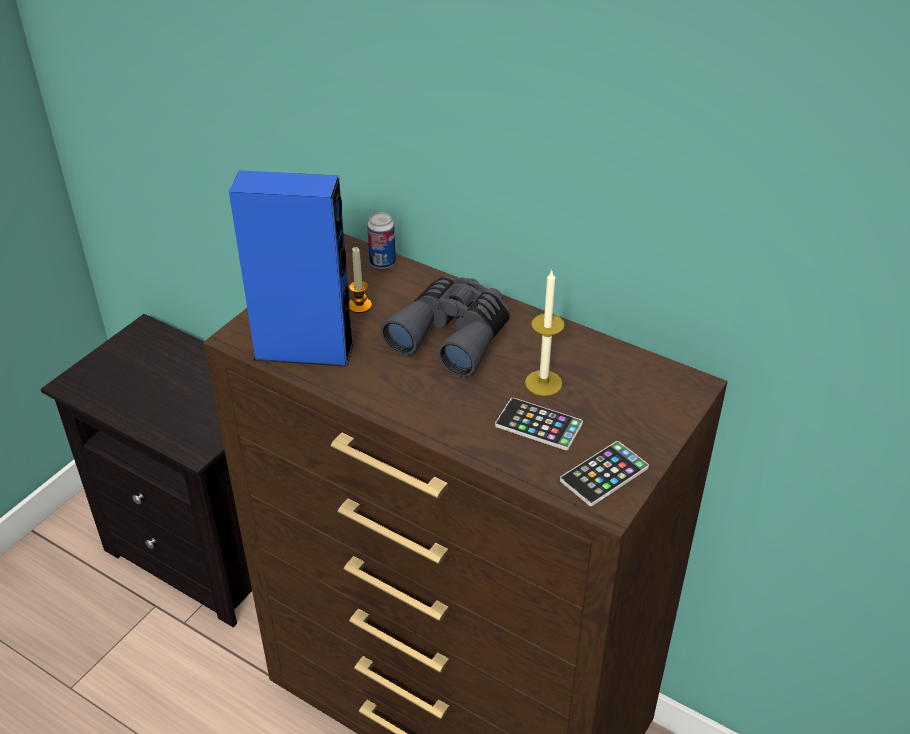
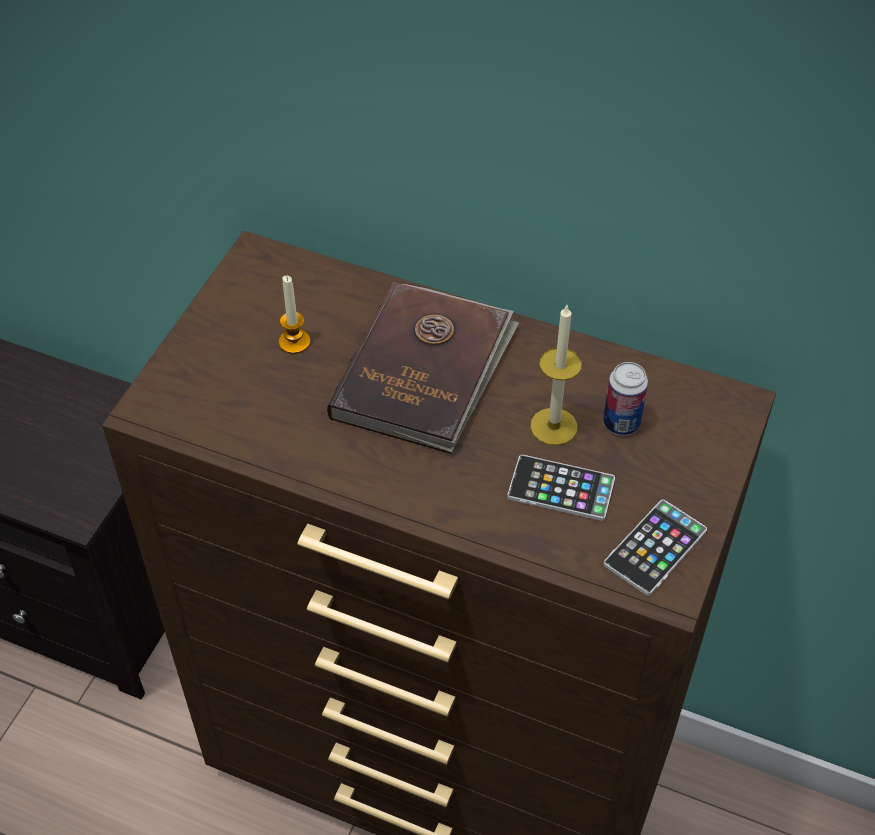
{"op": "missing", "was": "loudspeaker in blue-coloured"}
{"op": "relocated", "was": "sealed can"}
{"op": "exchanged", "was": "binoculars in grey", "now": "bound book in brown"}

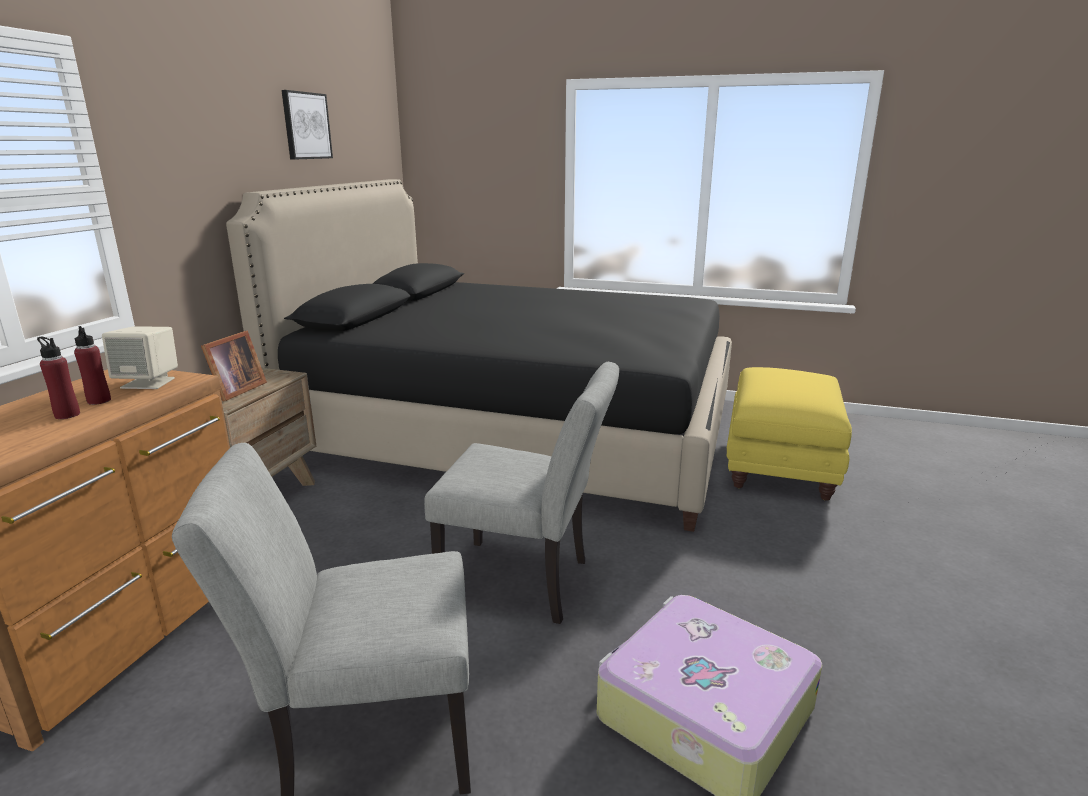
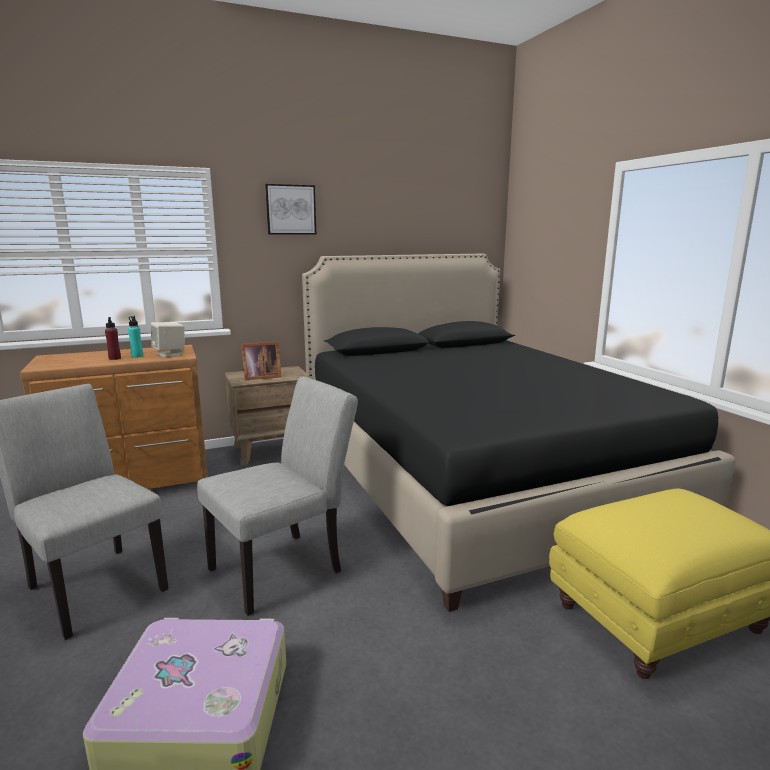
{"op": "relocated", "was": "wall picture"}
{"op": "colour", "was": "beverage bottle in red (no. 2 from left)", "now": "beverage bottle in blue-green"}
{"op": "spun", "was": "chair in grey (no. 2 from left)", "clockwise": -105}

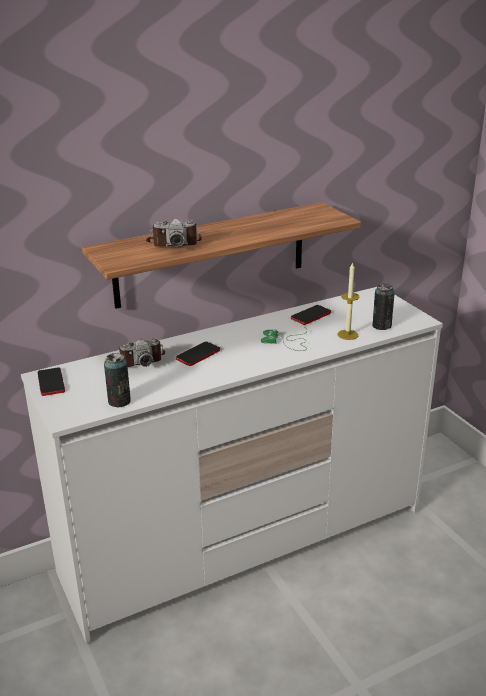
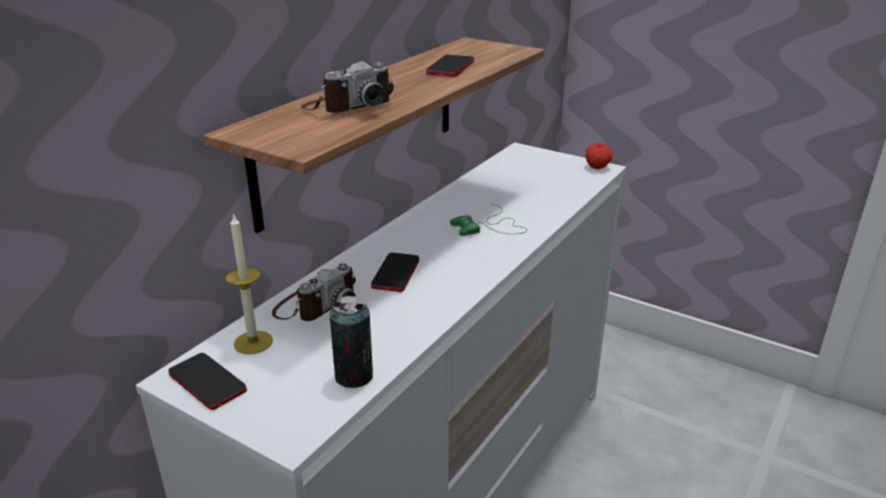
{"op": "missing", "was": "sealed can (no. 2 from left)"}
{"op": "appeared", "now": "apple fruit"}
{"op": "relocated", "was": "telephone (no. 3 from left)"}
{"op": "relocated", "was": "wax light"}

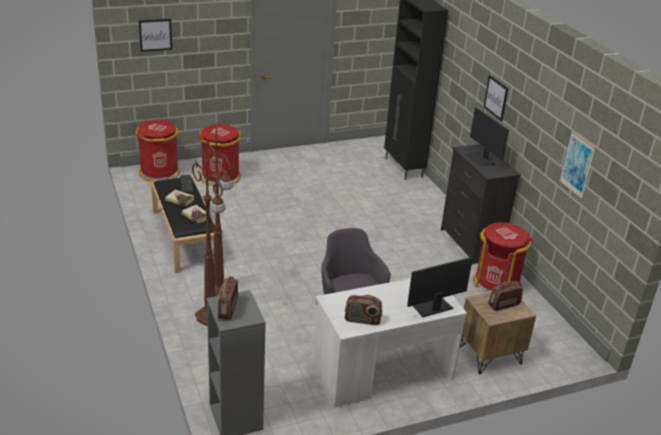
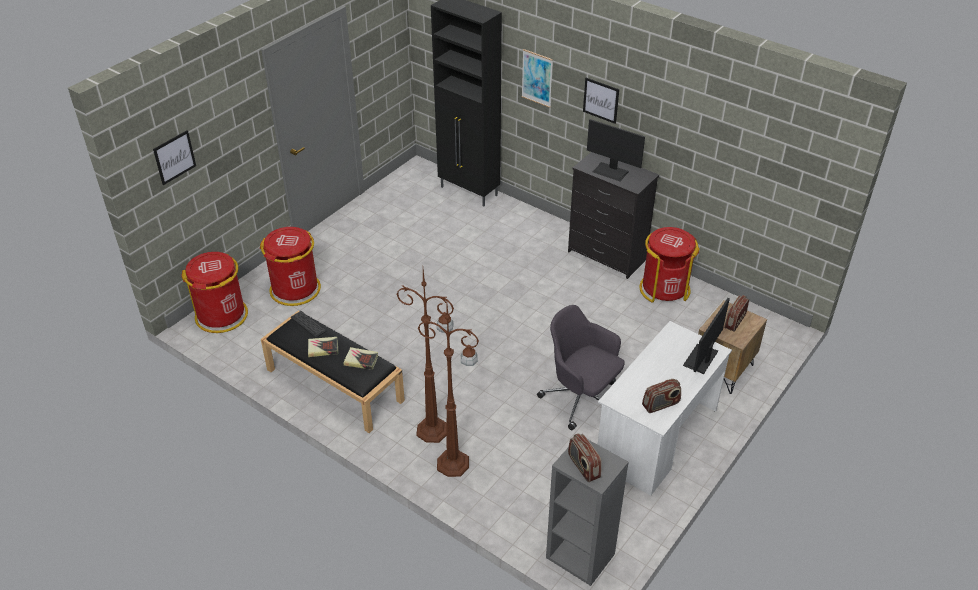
{"op": "relocated", "was": "wall picture (no. 3 from left in the first image)", "now": "wall picture (no. 2 from left)"}

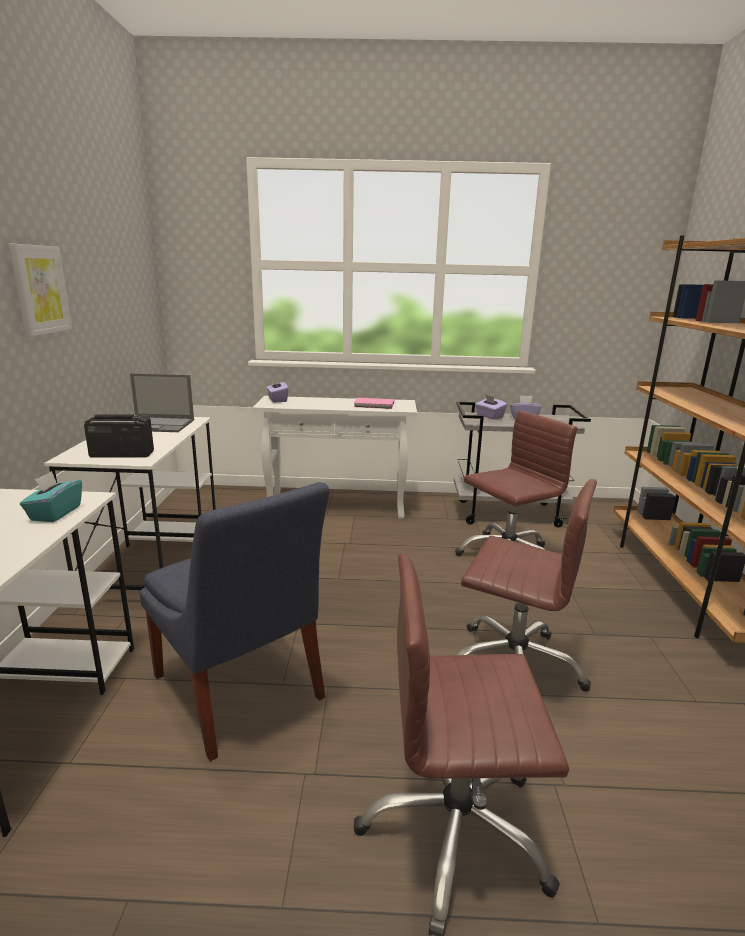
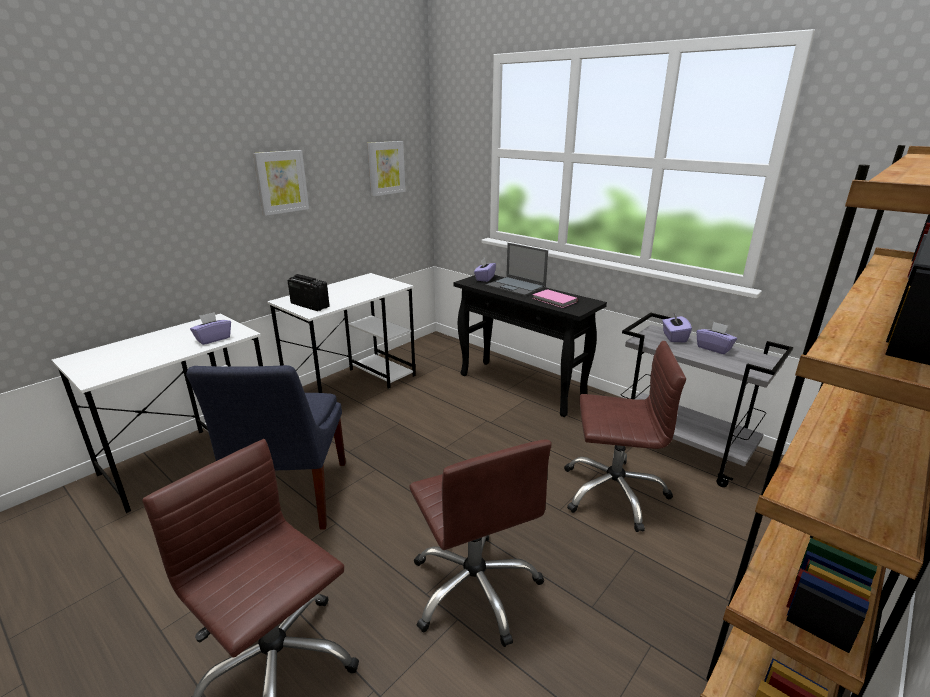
{"op": "appeared", "now": "wall picture (no. 2 from left)"}
{"op": "relocated", "was": "notebook computer"}
{"op": "colour", "was": "tissue box in blue-green", "now": "tissue box in purplish (no. 1 from left)"}
{"op": "colour", "was": "narrow table in white", "now": "narrow table in black-coloured"}

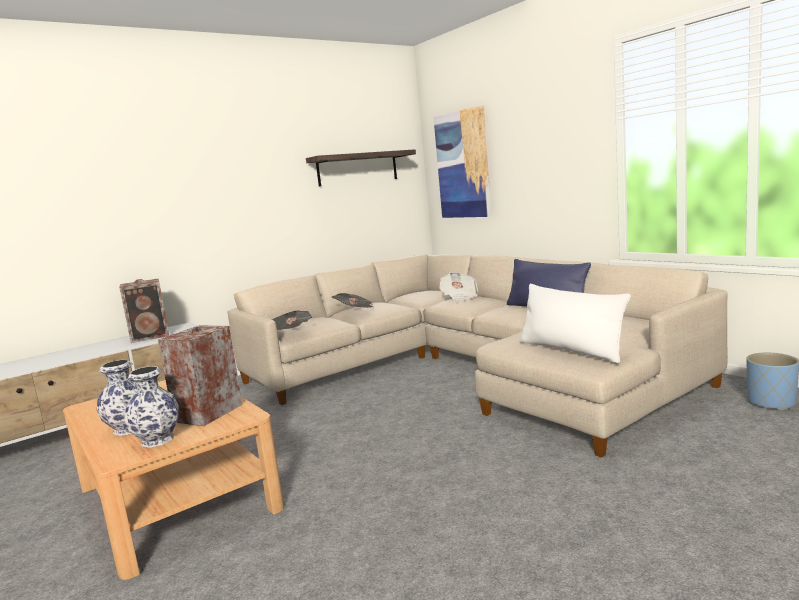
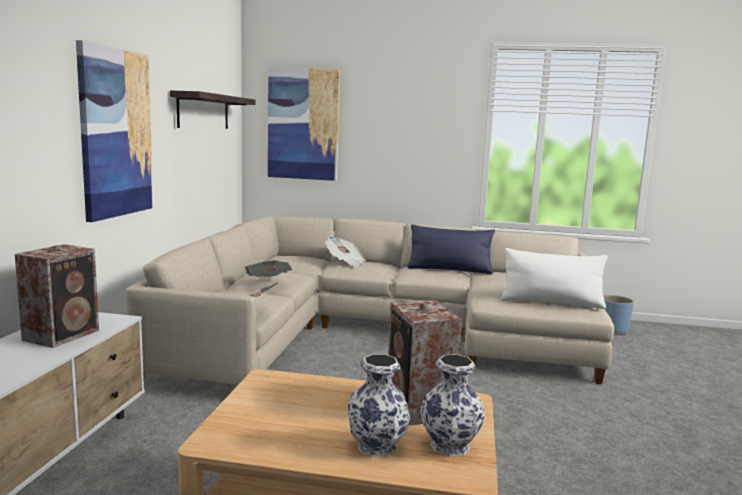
{"op": "appeared", "now": "wall picture (no. 1 from left)"}

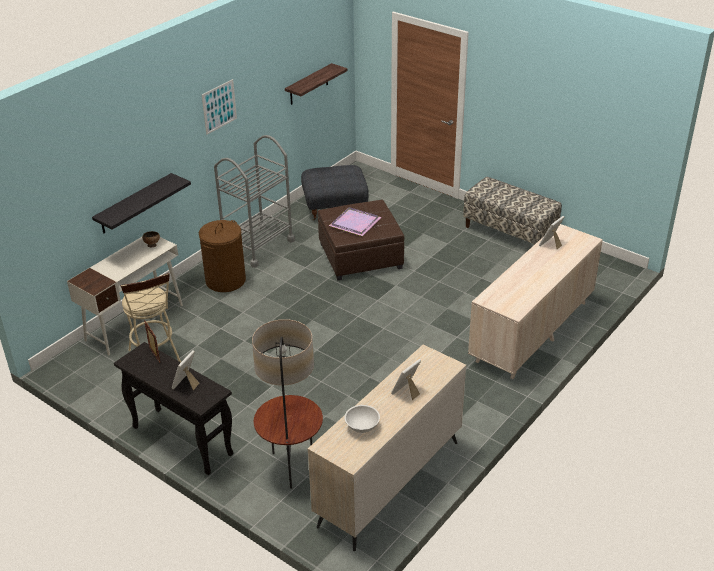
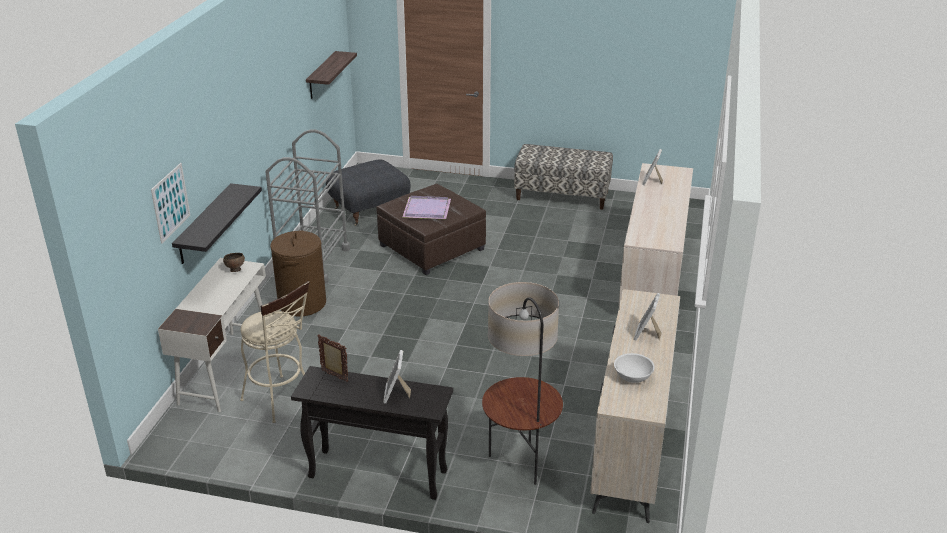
{"op": "relocated", "was": "wall picture"}

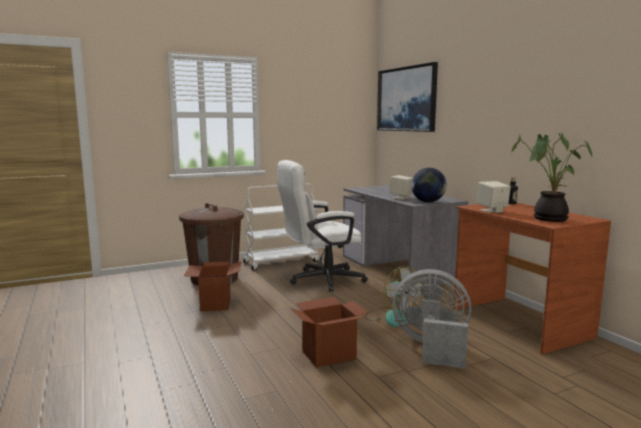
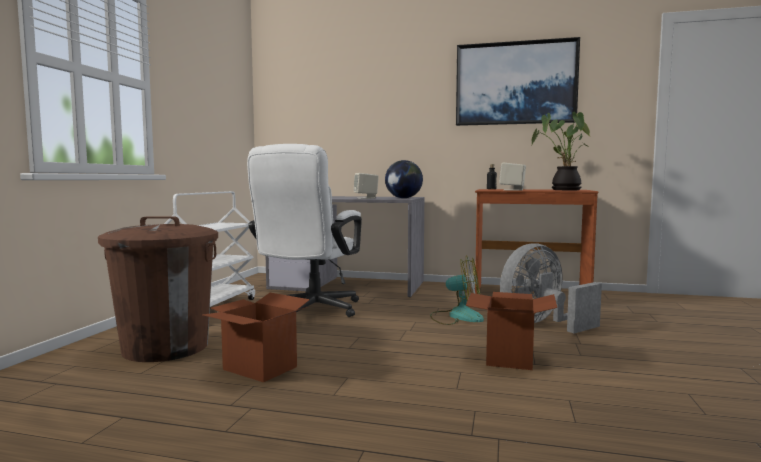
{"op": "relocated", "was": "wall picture"}

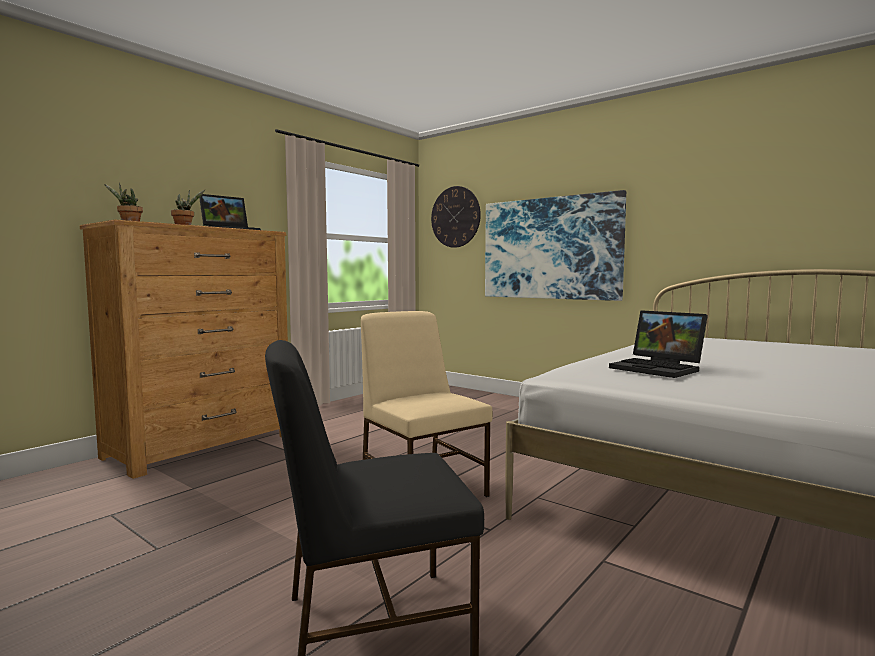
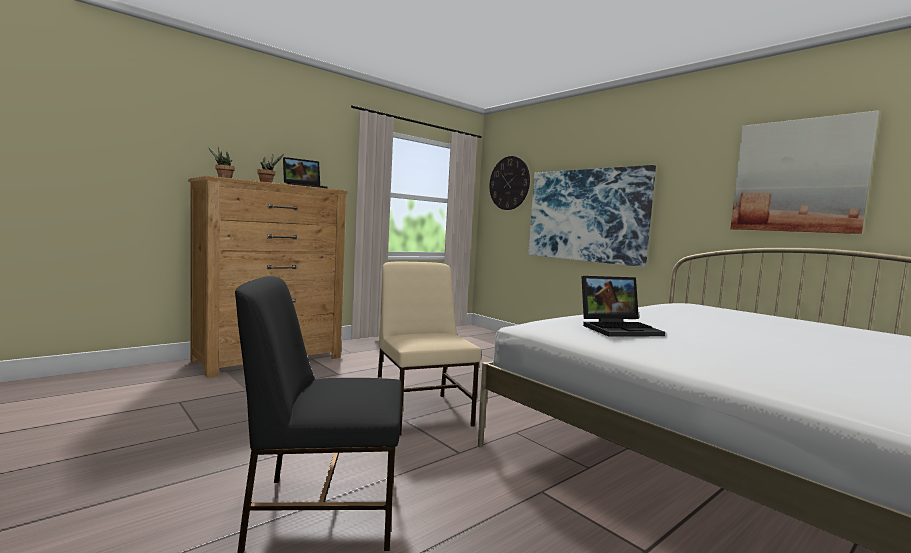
{"op": "appeared", "now": "wall picture (no. 2 from left)"}
{"op": "spun", "was": "notebook computer (no. 2 from left)", "clockwise": -75}

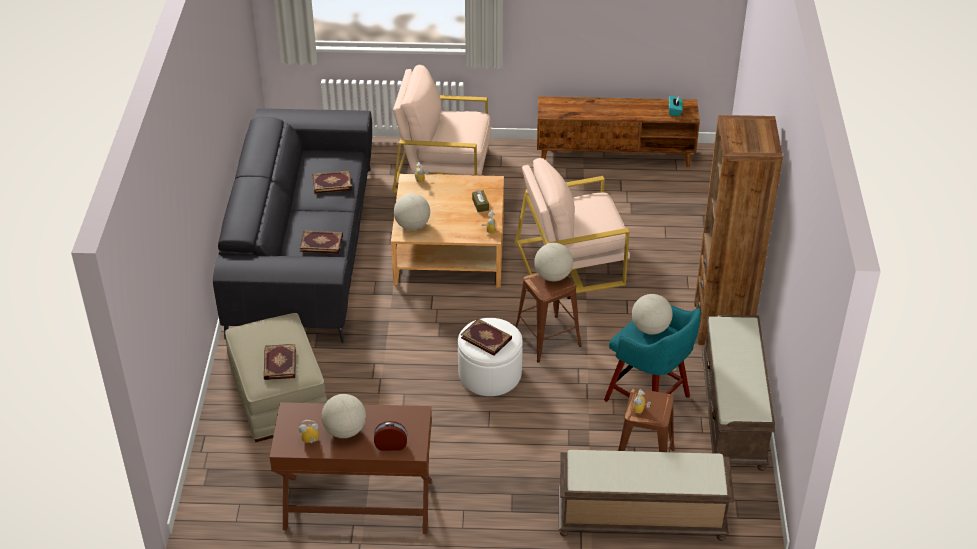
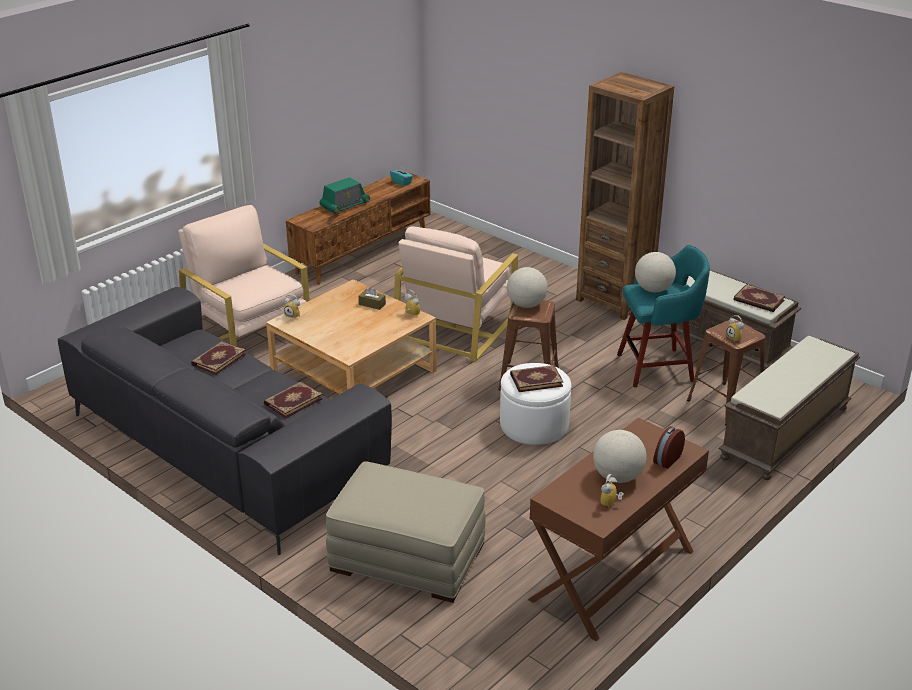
{"op": "missing", "was": "world globe (no. 2 from left)"}
{"op": "appeared", "now": "radio set"}
{"op": "relocated", "was": "bound book (no. 1 from left in the first image)", "now": "bound book (no. 4 from left)"}
{"op": "spun", "was": "armchair in beige-coloured (no. 1 from left)", "clockwise": 90}

